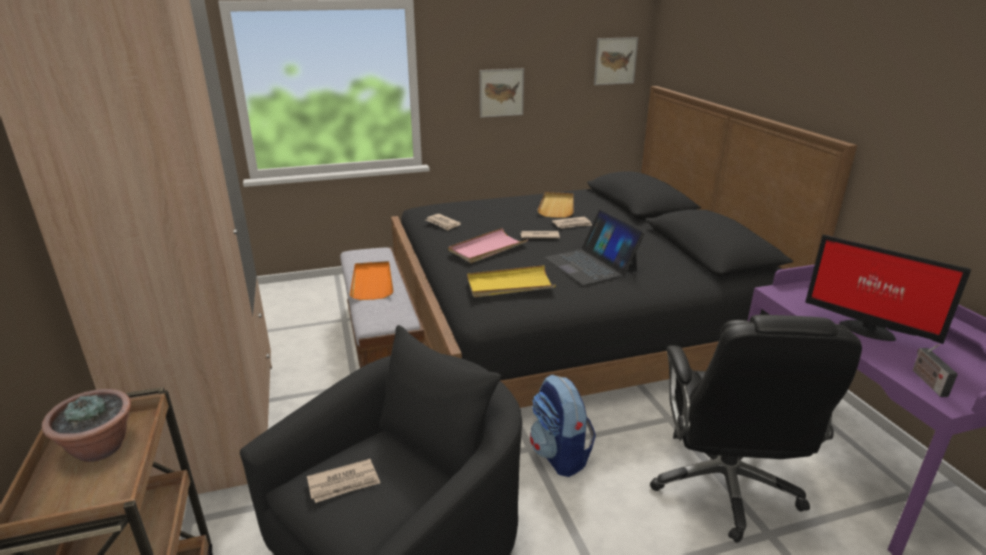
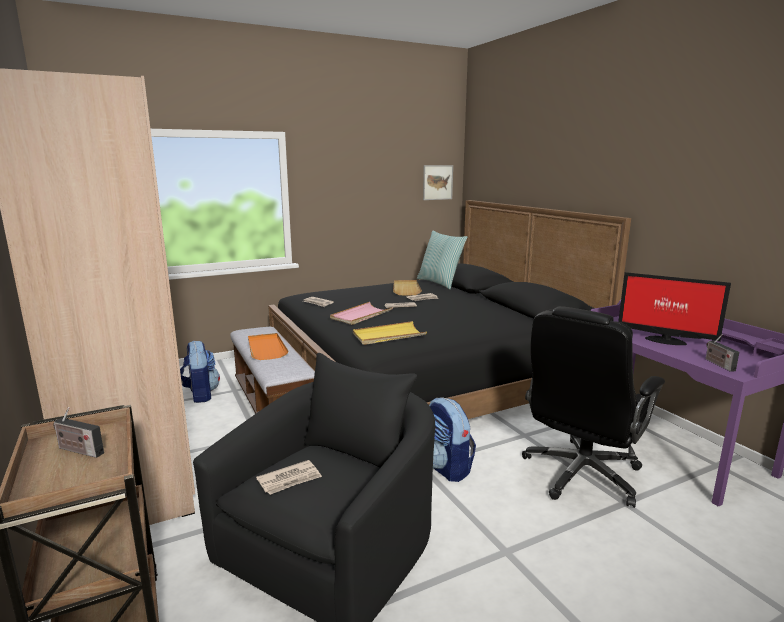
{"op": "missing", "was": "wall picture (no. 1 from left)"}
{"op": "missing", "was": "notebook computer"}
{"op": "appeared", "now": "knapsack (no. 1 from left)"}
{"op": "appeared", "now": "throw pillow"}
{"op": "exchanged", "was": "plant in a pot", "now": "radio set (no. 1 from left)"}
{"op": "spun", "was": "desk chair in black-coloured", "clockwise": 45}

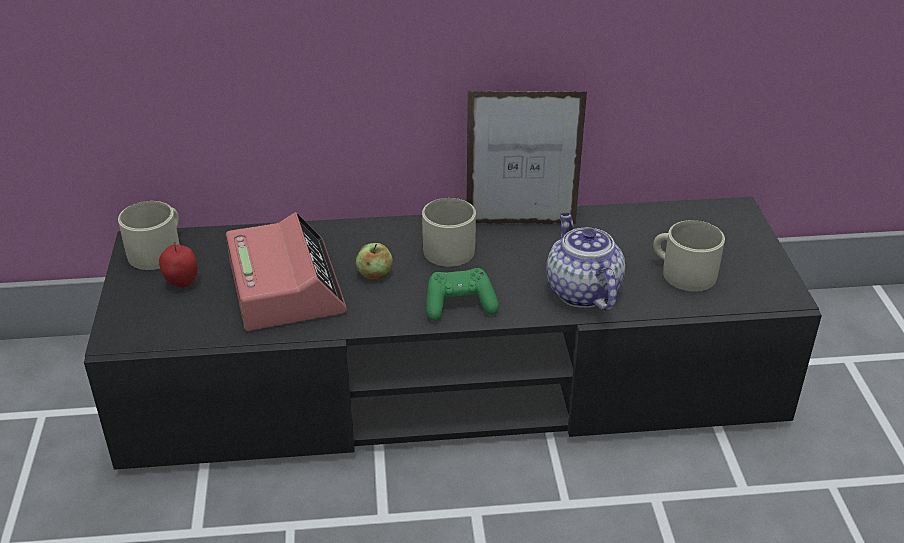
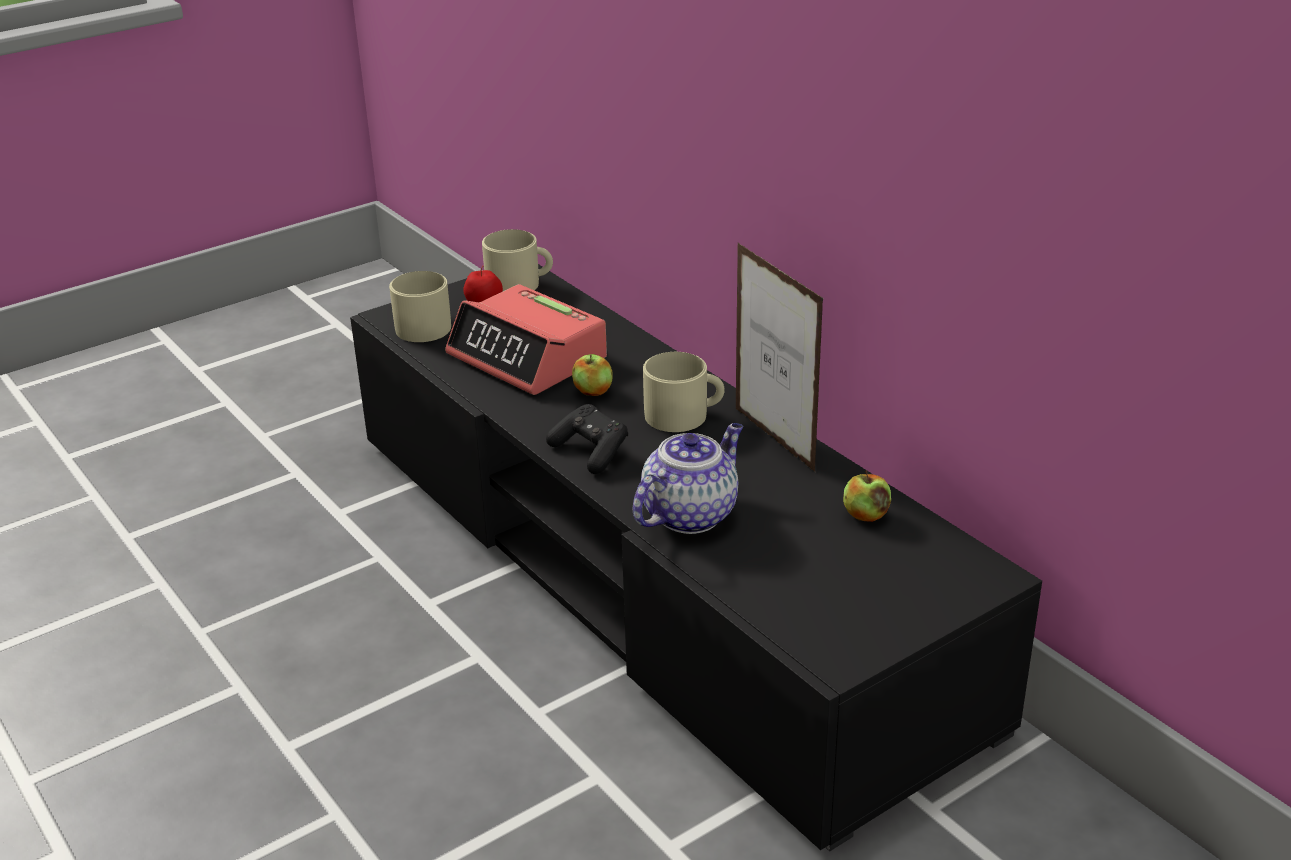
{"op": "appeared", "now": "apple fruit (no. 3 from left)"}
{"op": "relocated", "was": "tea mug in beige-coloured (no. 3 from left in the first image)", "now": "tea mug in beige-coloured (no. 1 from left)"}
{"op": "colour", "was": "joypad in green", "now": "joypad in black-coloured"}
{"op": "spun", "was": "bedside clock", "clockwise": 90}

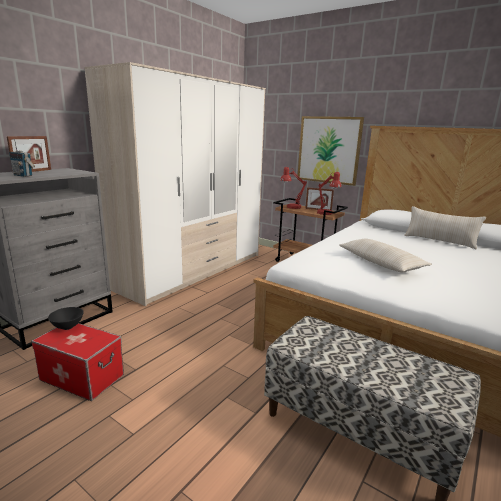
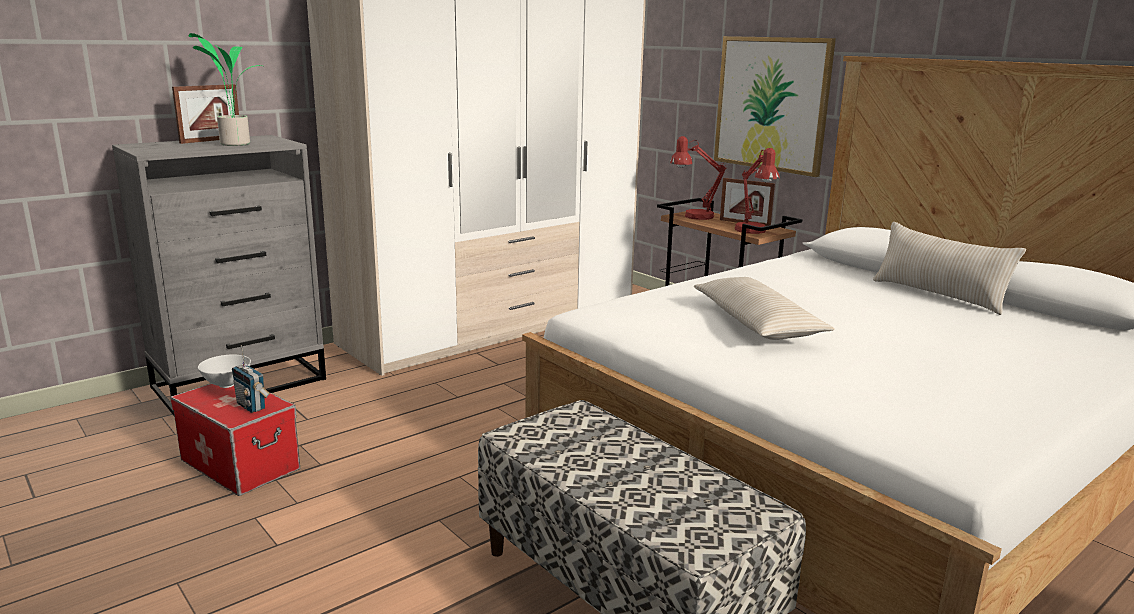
{"op": "appeared", "now": "plant in a pot"}
{"op": "relocated", "was": "radio set"}
{"op": "colour", "was": "deep dish in black-coloured", "now": "deep dish in white"}

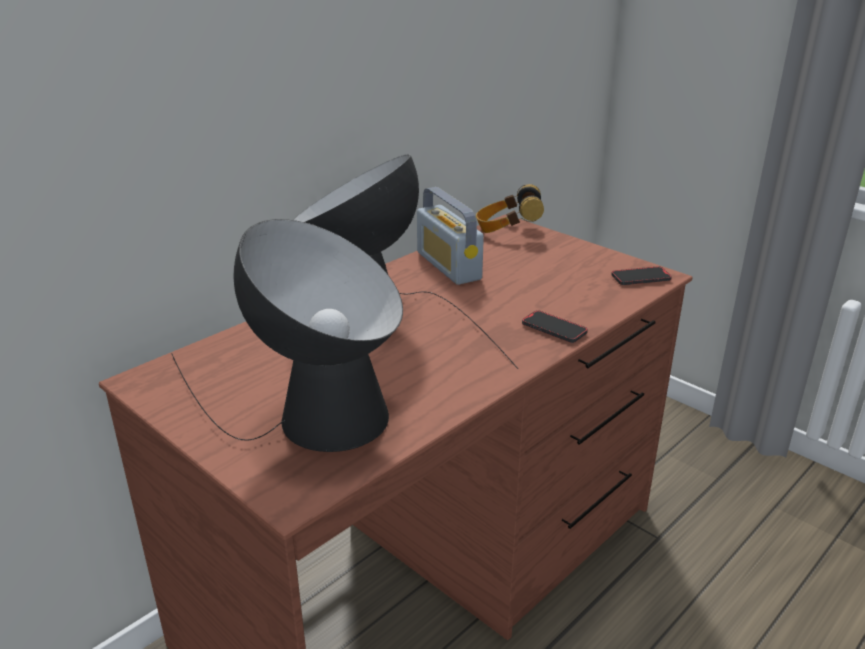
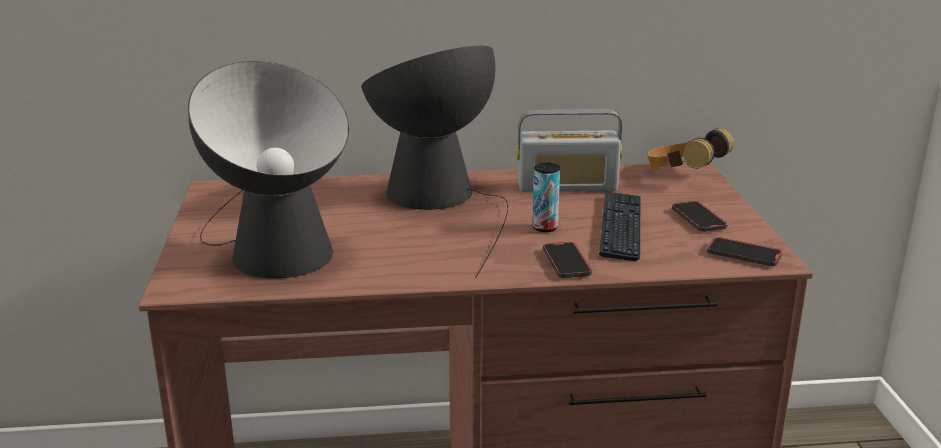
{"op": "appeared", "now": "sealed can"}
{"op": "appeared", "now": "computer keyboard"}
{"op": "appeared", "now": "telephone (no. 2 from left)"}
{"op": "spun", "was": "radio set", "clockwise": -105}

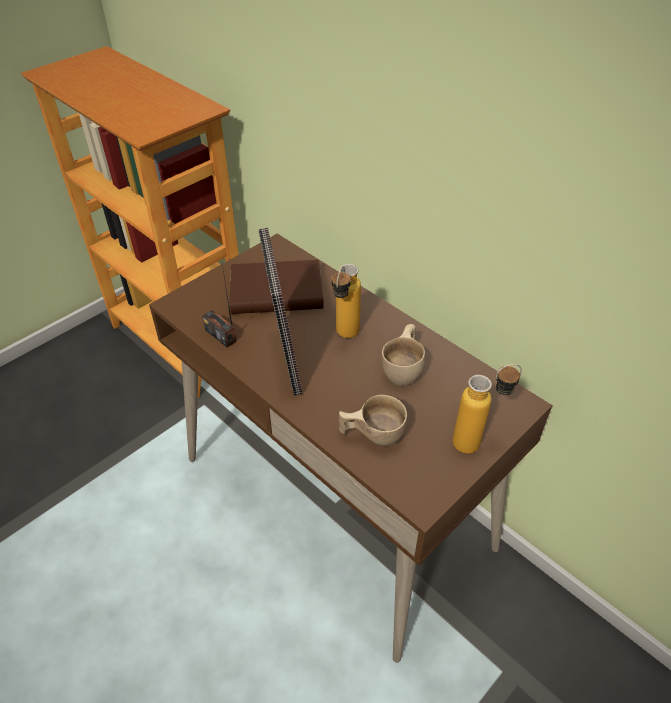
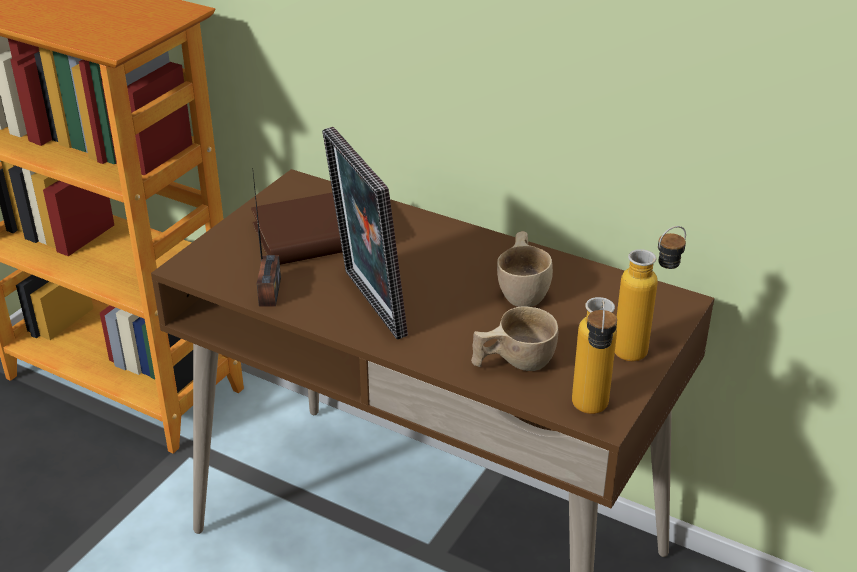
{"op": "relocated", "was": "beverage bottle (no. 1 from left)"}
{"op": "spun", "was": "radio set", "clockwise": -120}

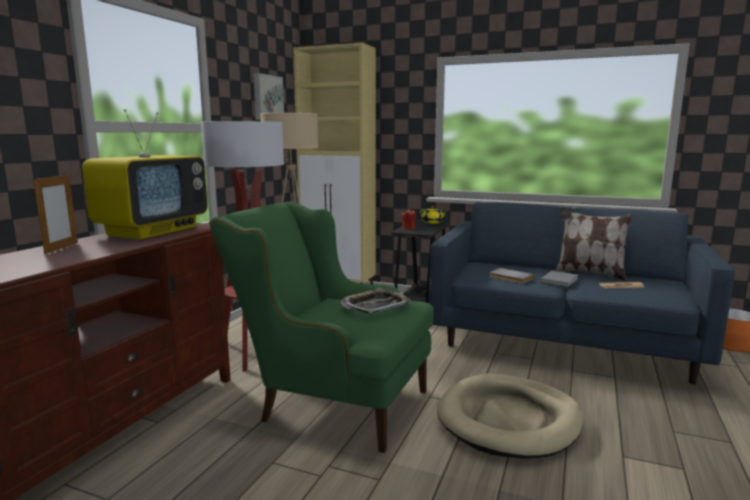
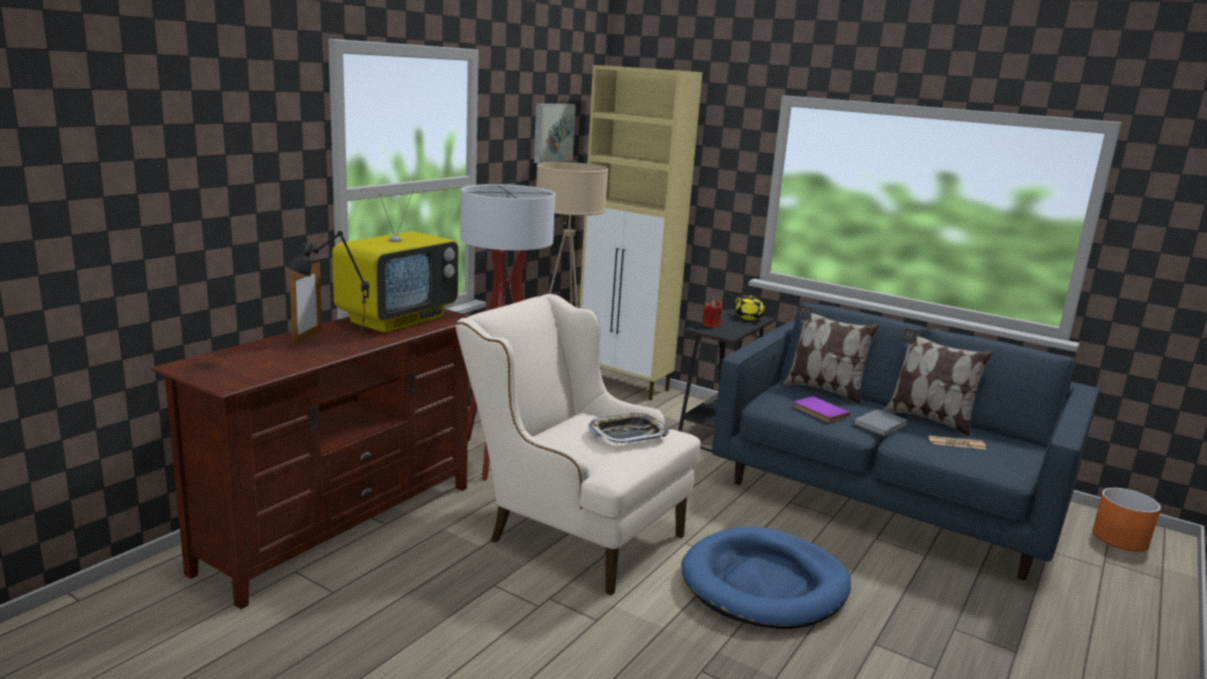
{"op": "appeared", "now": "lamp for a table in black-coloured"}
{"op": "appeared", "now": "throw pillow (no. 1 from left)"}
{"op": "colour", "was": "armchair in green", "now": "armchair in beige-coloured"}
{"op": "colour", "was": "dog cushion in beige-coloured", "now": "dog cushion in blue-coloured"}
{"op": "colour", "was": "bound book in grey (no. 1 from left)", "now": "bound book in purplish"}

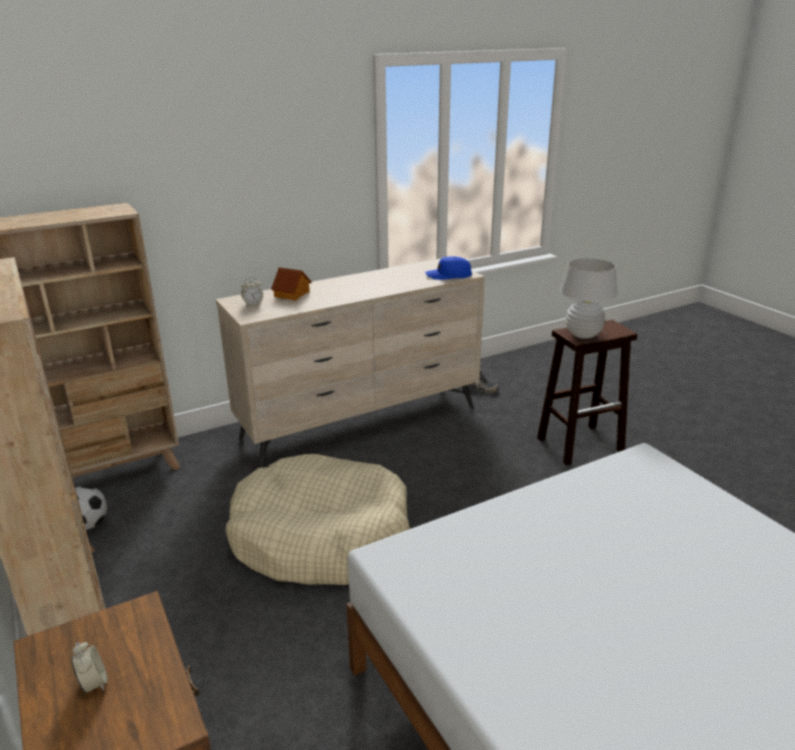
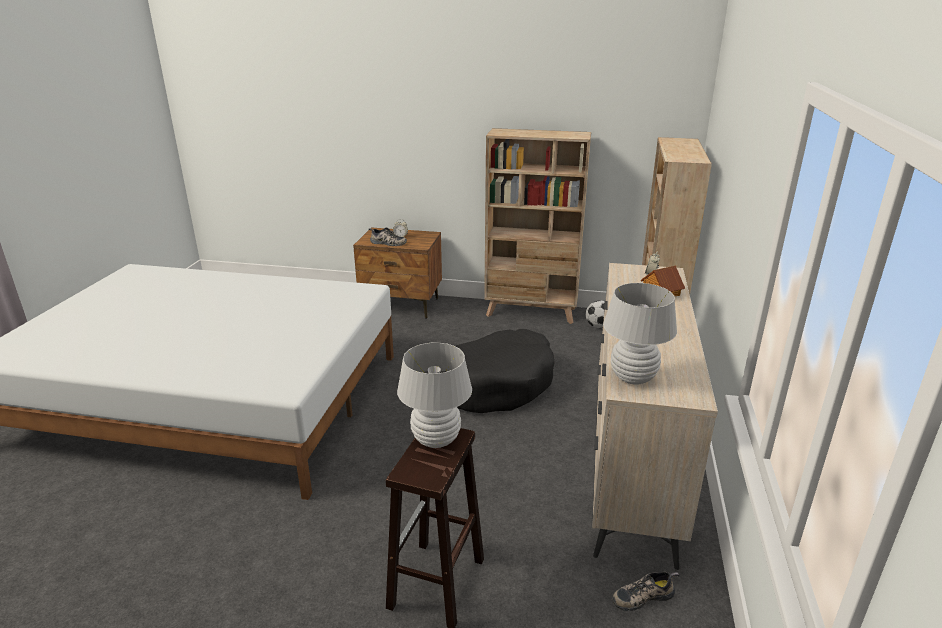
{"op": "appeared", "now": "shoe (no. 1 from left)"}
{"op": "exchanged", "was": "peaked cap in blue-coloured", "now": "lamp for a table in white (no. 2 from left)"}
{"op": "colour", "was": "dog cushion in beige-coloured", "now": "dog cushion in black-coloured"}

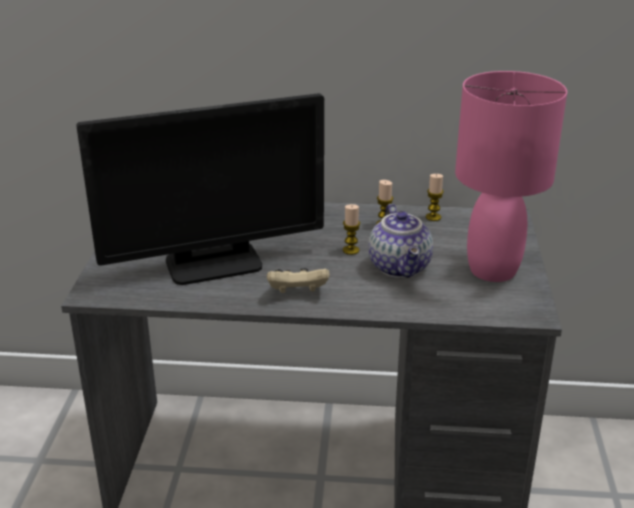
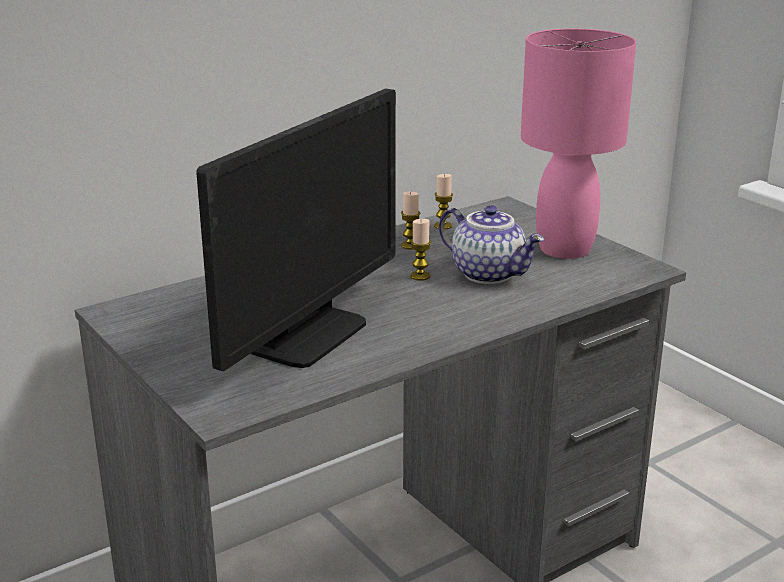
{"op": "missing", "was": "joypad in beige-coloured"}

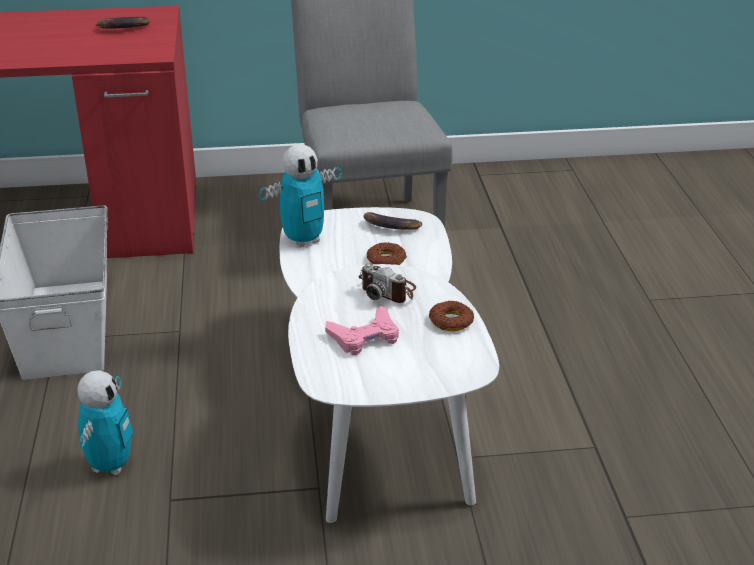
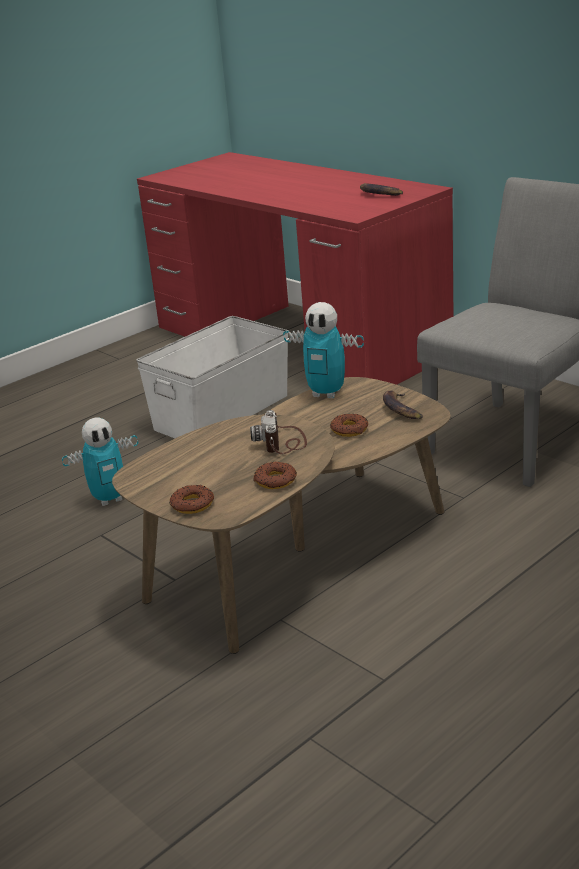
{"op": "missing", "was": "joypad in pink"}
{"op": "appeared", "now": "doughnut (no. 1 from left)"}
{"op": "colour", "was": "lounge table in white", "now": "lounge table in brown"}

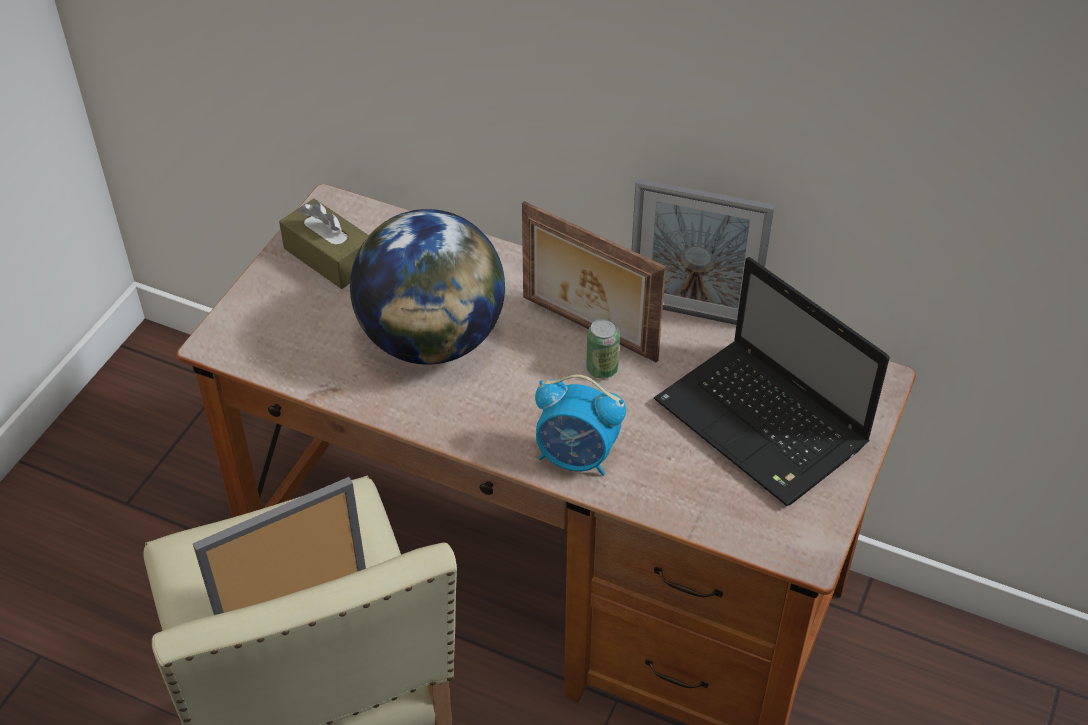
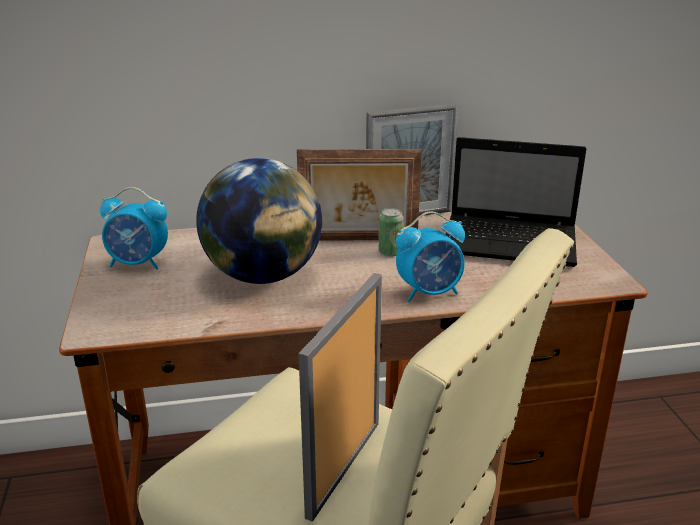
{"op": "exchanged", "was": "tissue box in brown", "now": "bedside clock (no. 1 from left)"}

